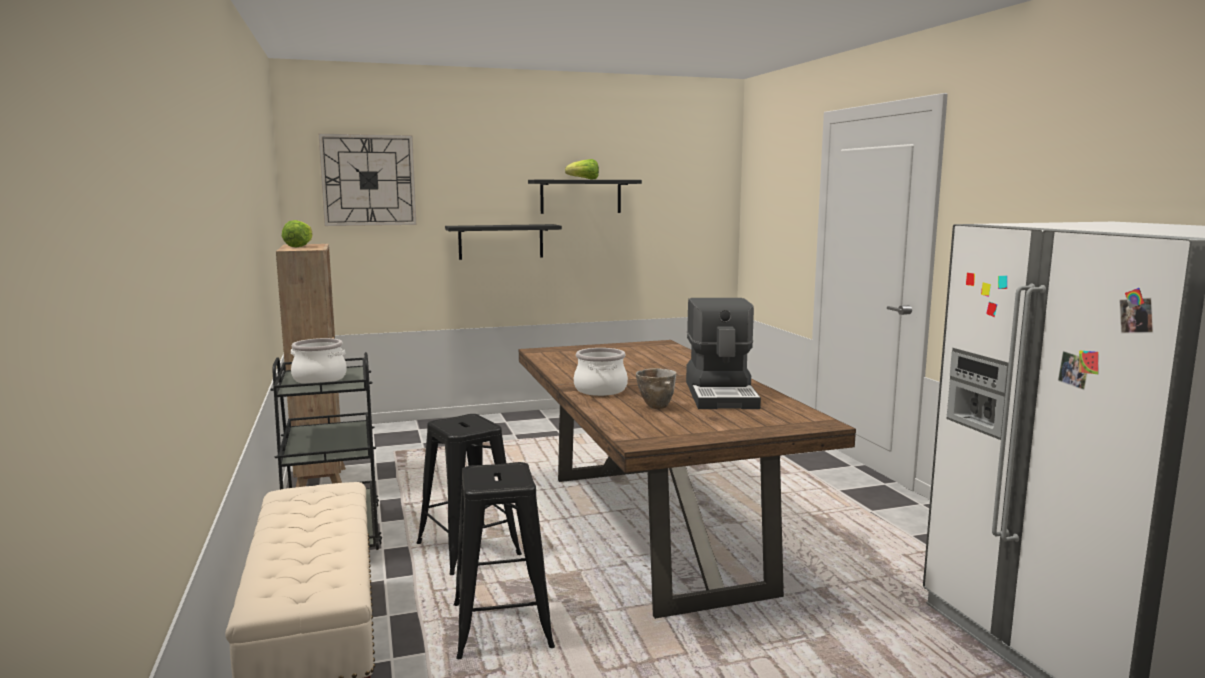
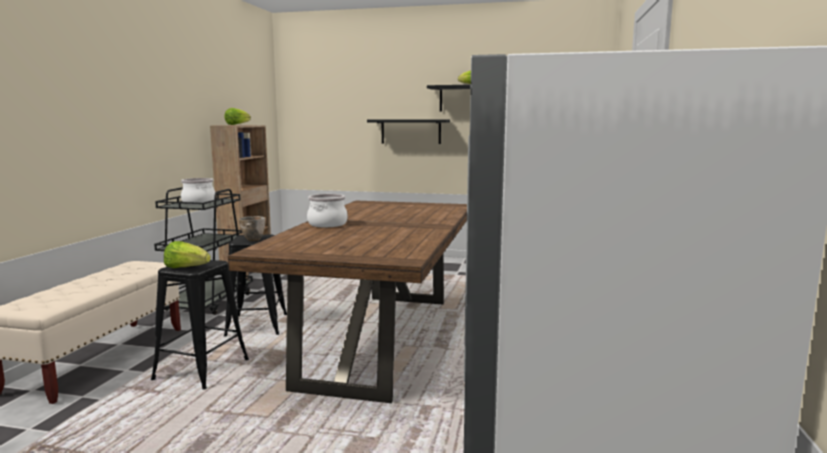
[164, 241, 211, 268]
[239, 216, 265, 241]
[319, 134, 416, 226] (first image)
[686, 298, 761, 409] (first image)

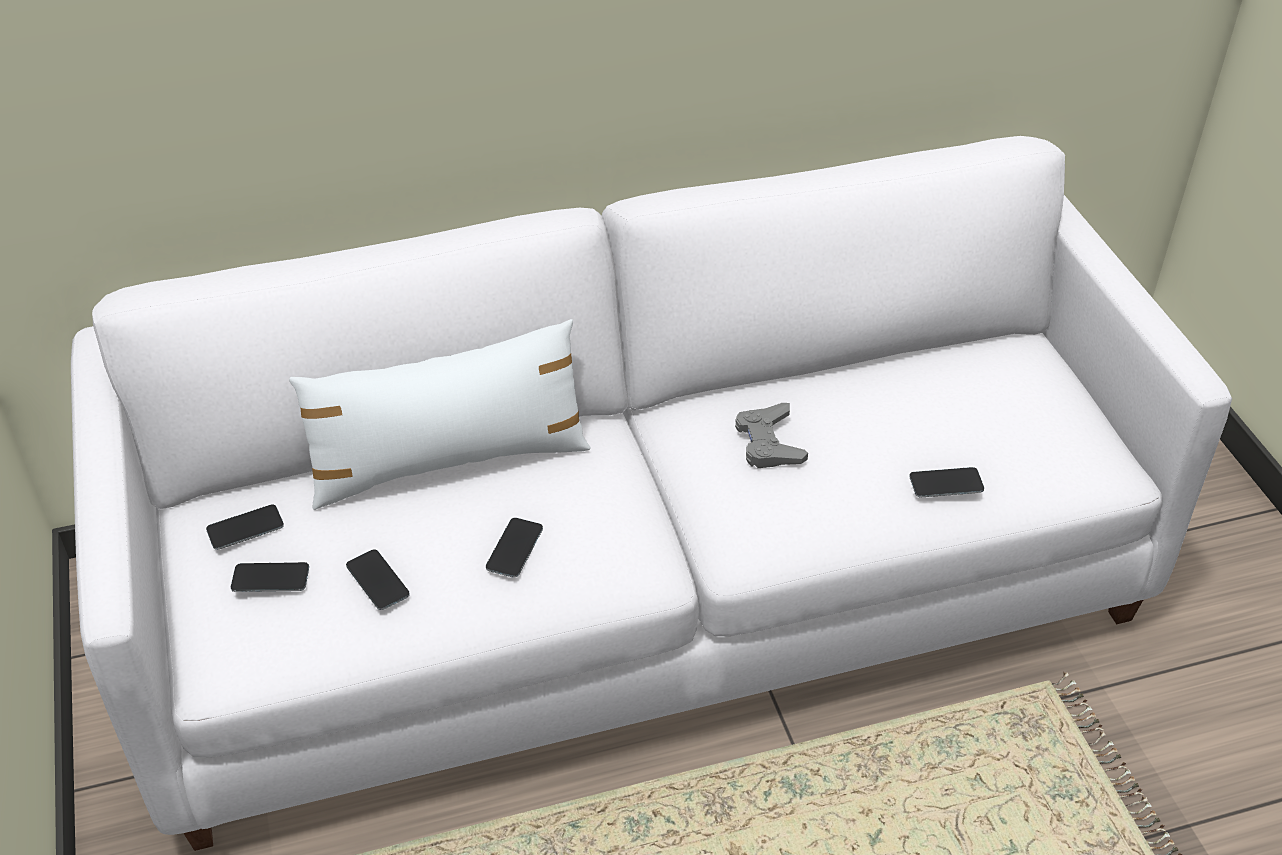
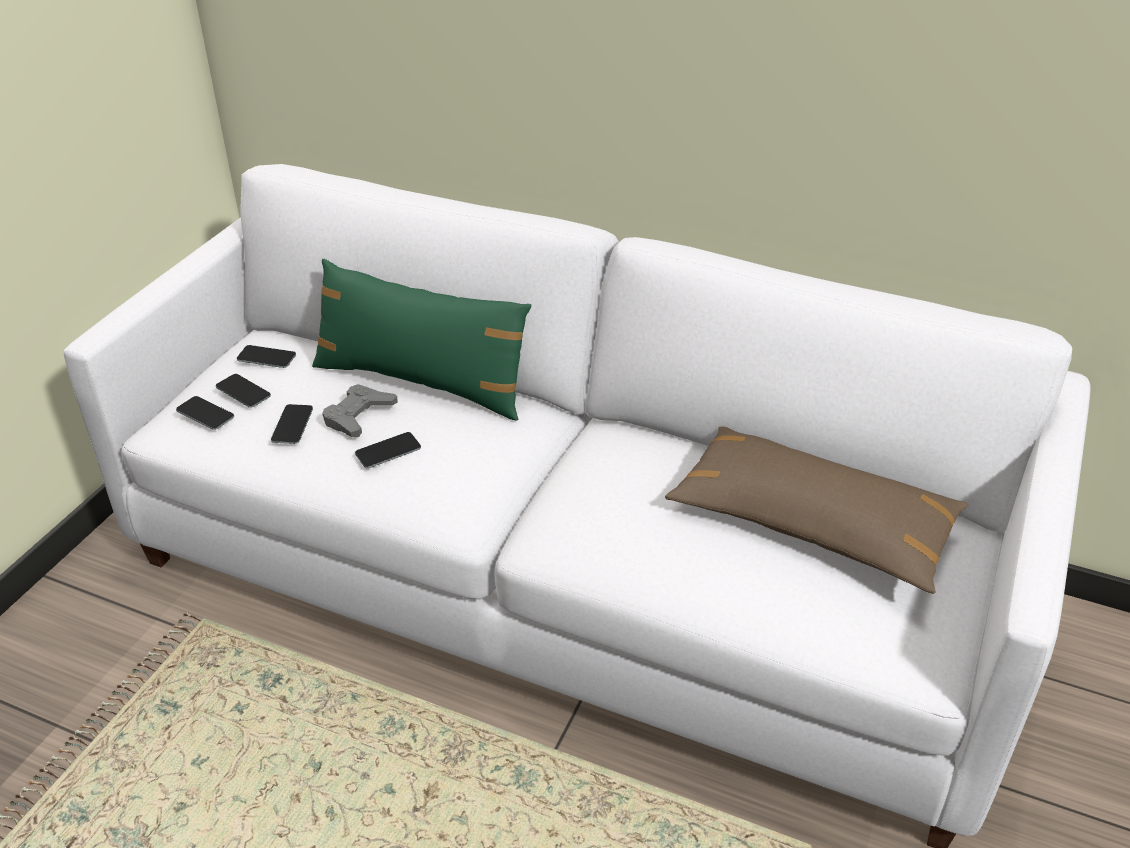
[176, 396, 234, 430]
[312, 259, 531, 421]
[322, 384, 398, 437]
[665, 426, 969, 594]

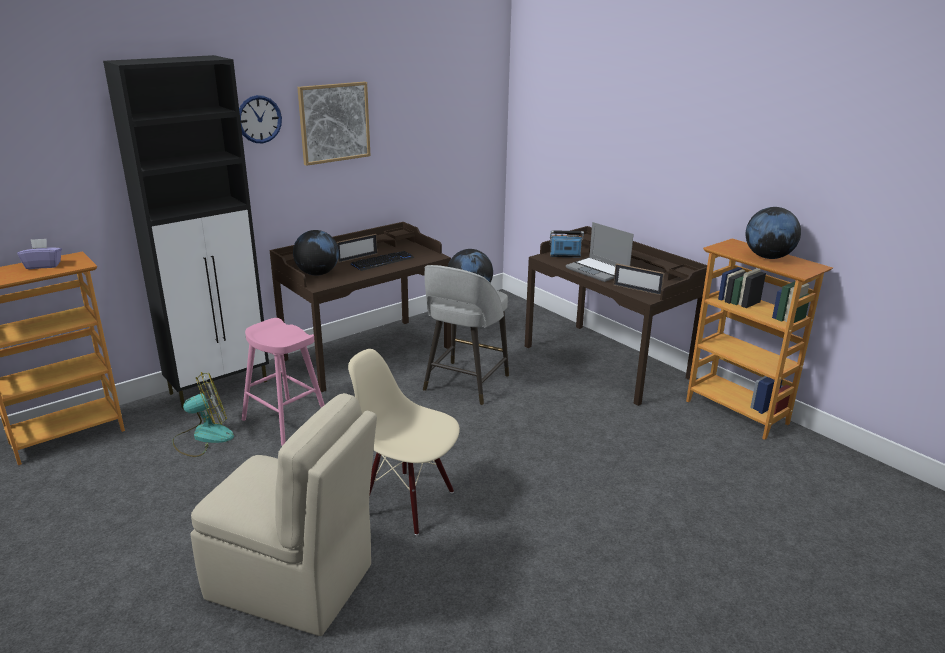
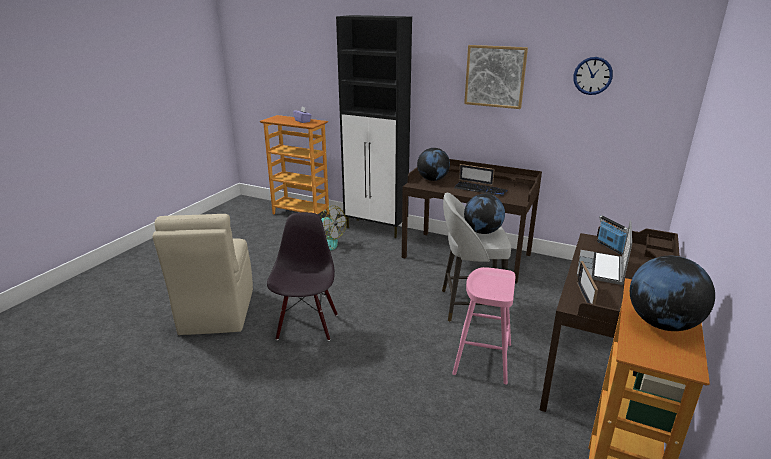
[267, 212, 338, 341]
[452, 267, 515, 385]
[573, 57, 613, 95]

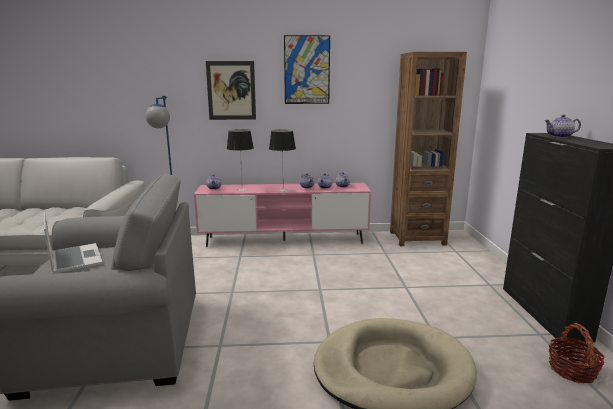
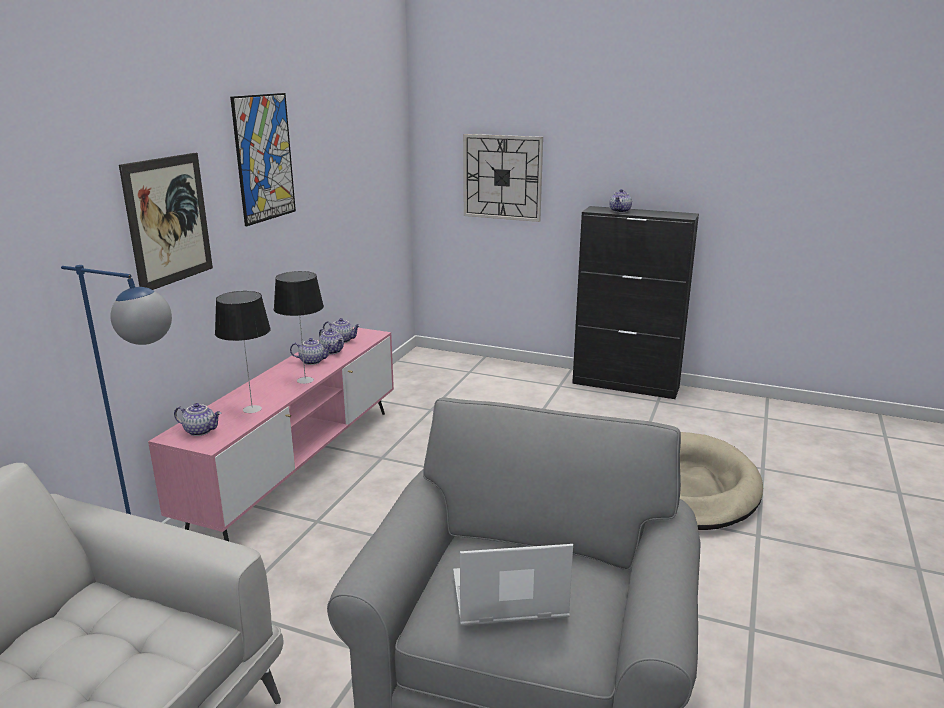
[463, 134, 543, 222]
[390, 52, 467, 246] (first image)
[549, 323, 605, 383] (first image)

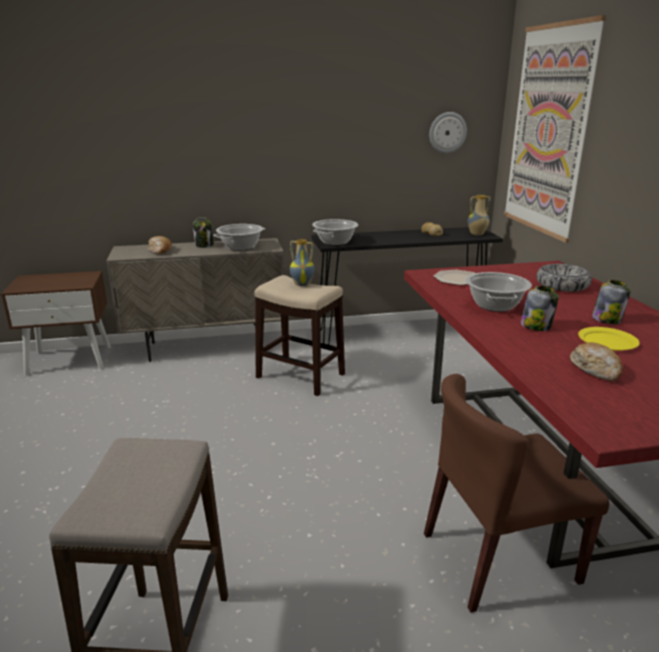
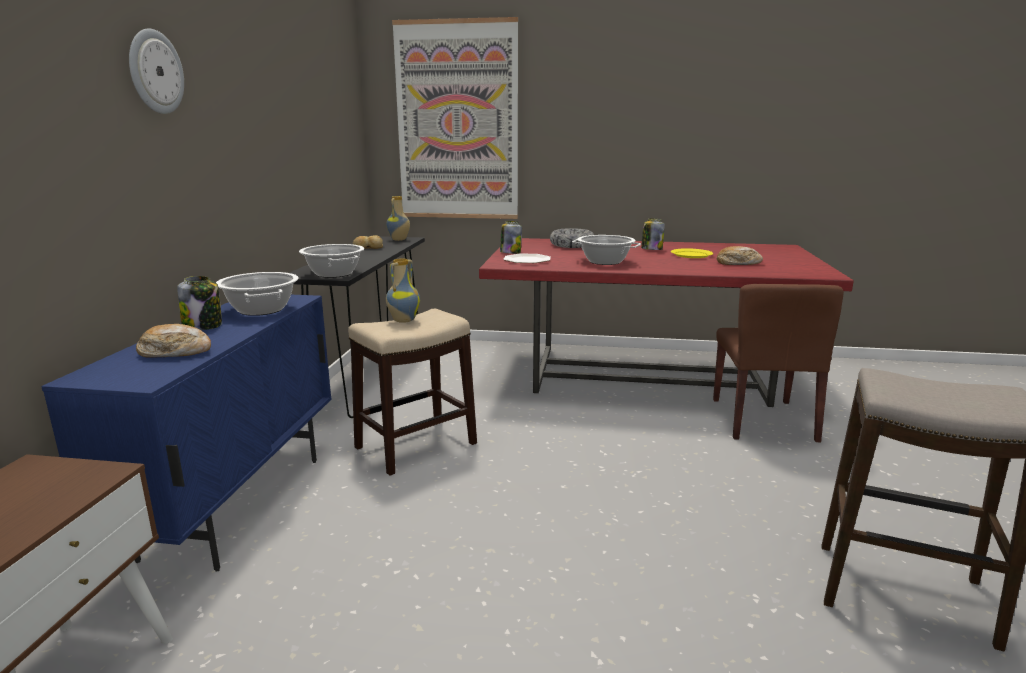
[41, 295, 331, 572]
[129, 28, 184, 114]
[500, 221, 522, 254]

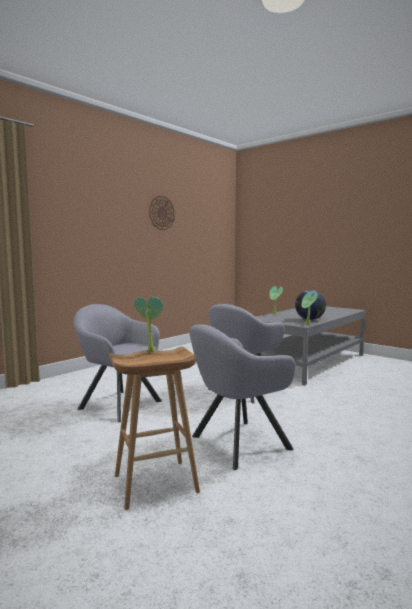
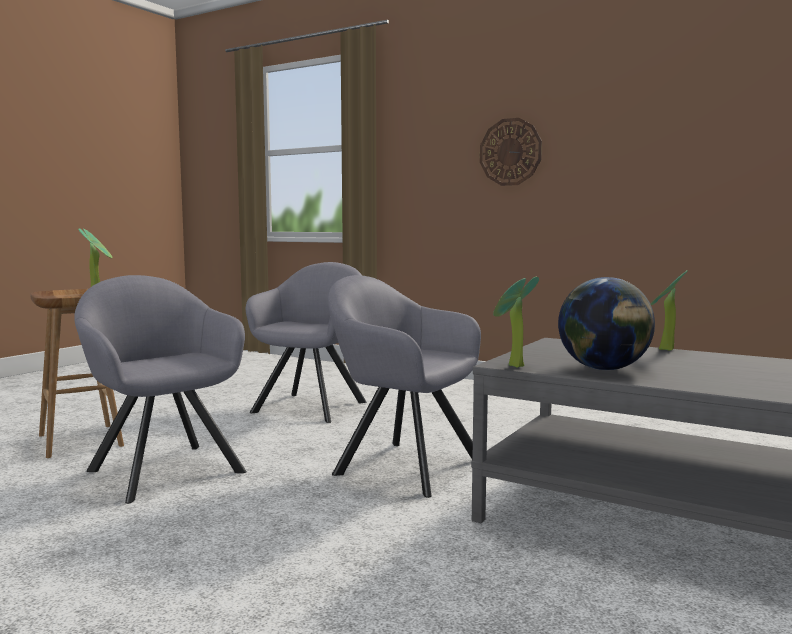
[480, 118, 542, 186]

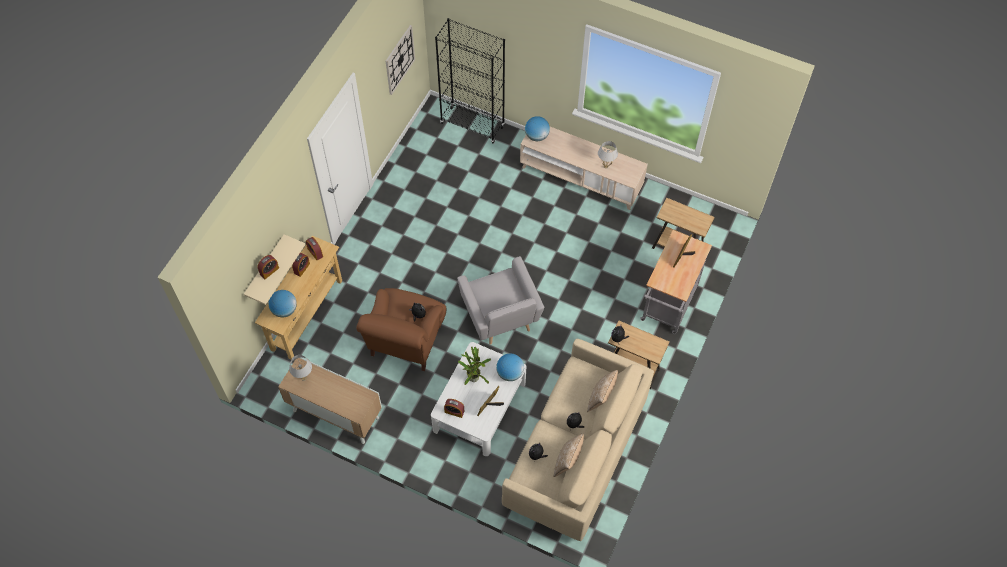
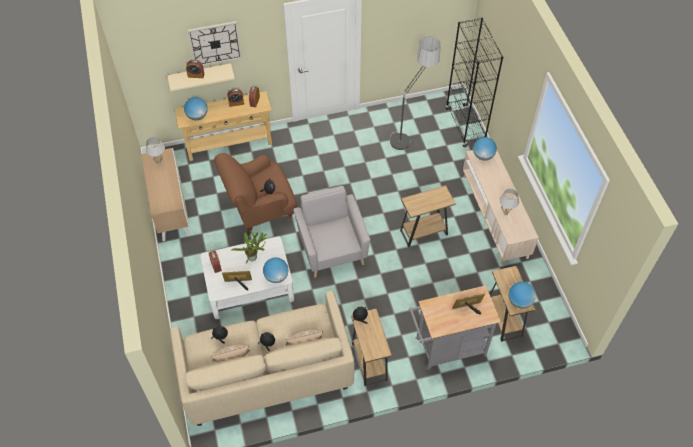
[187, 21, 242, 66]
[293, 186, 370, 278]
[390, 37, 441, 151]
[400, 185, 456, 247]
[508, 282, 536, 309]

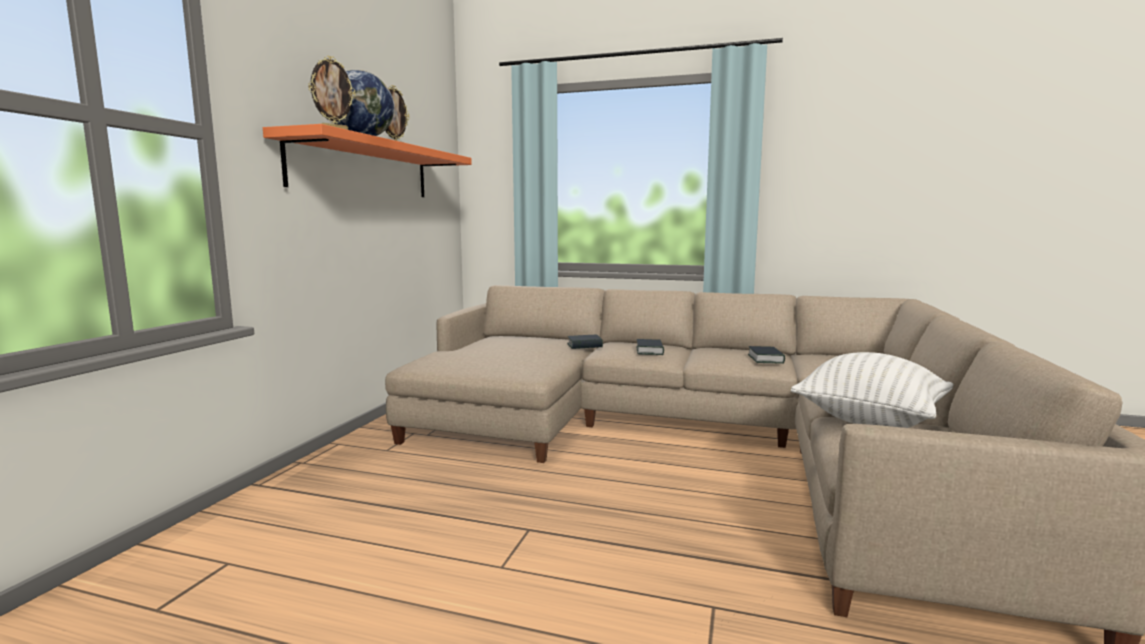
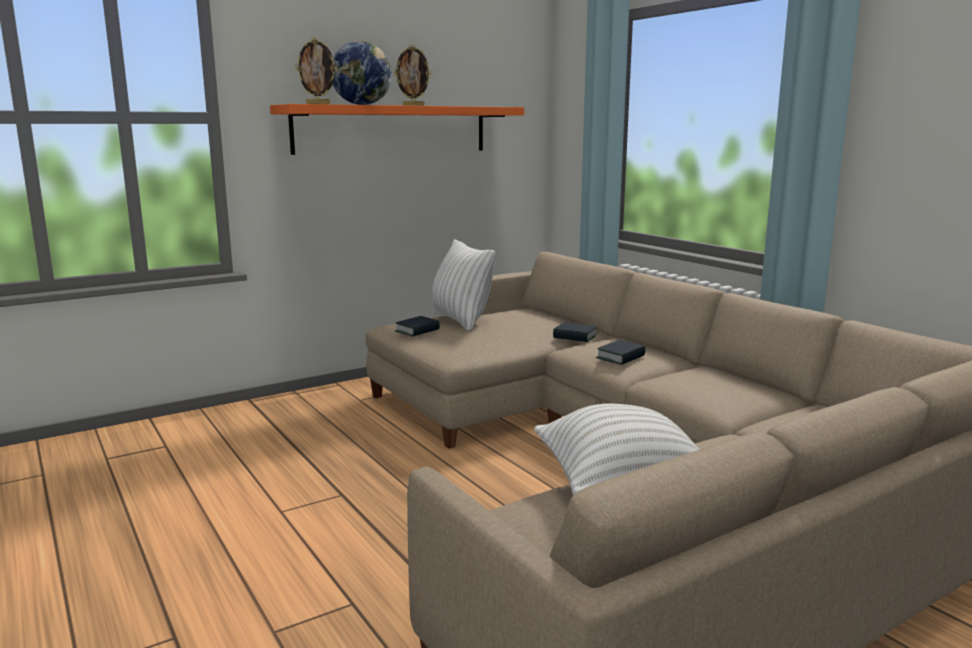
[395, 316, 440, 336]
[432, 239, 495, 331]

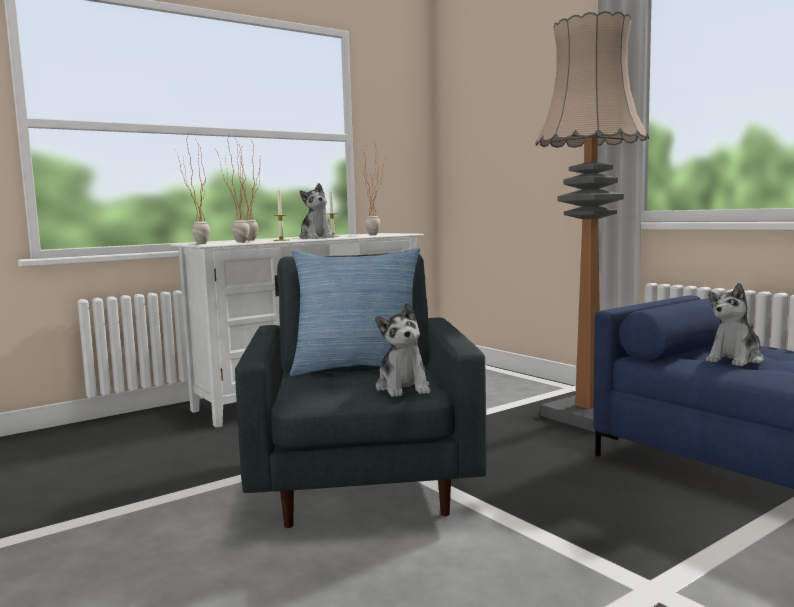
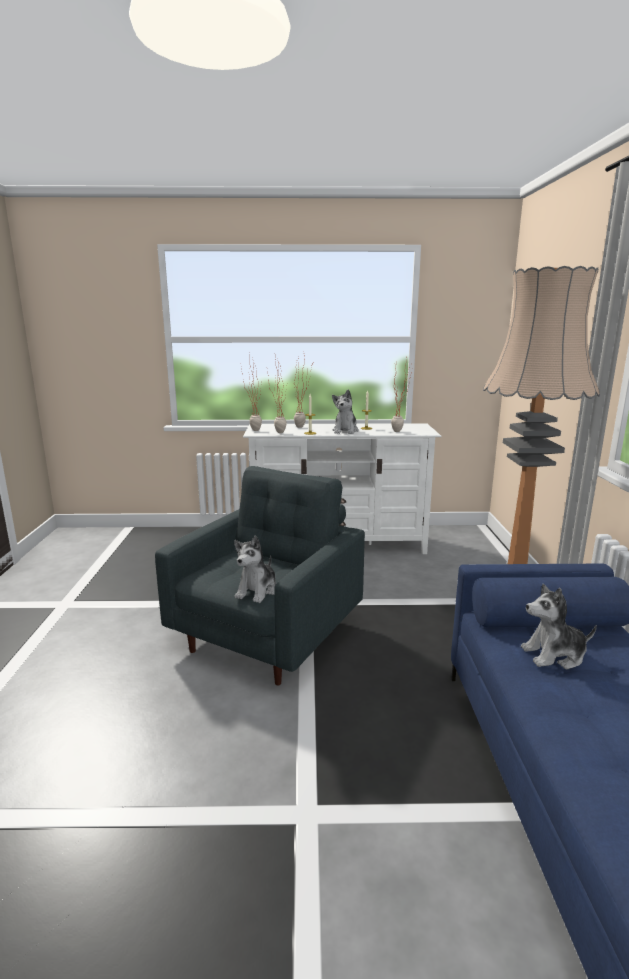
[290, 247, 426, 376] (first image)

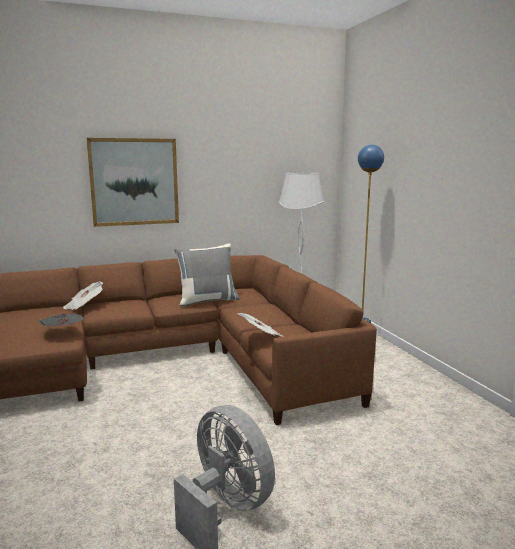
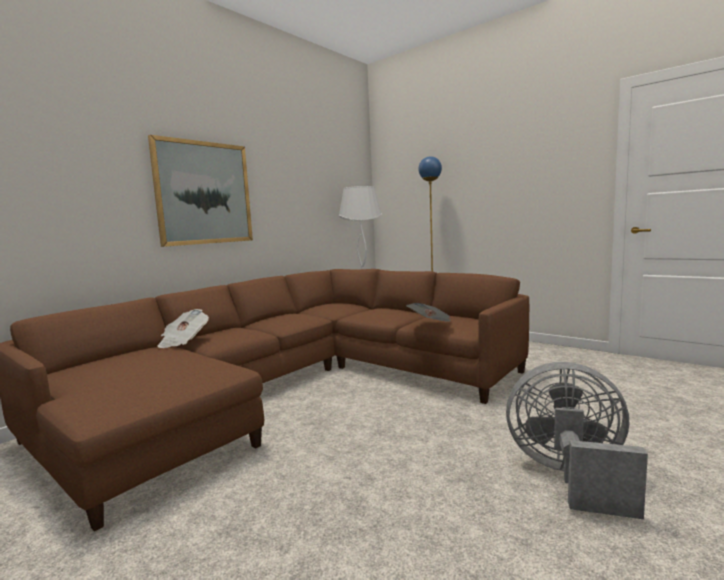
[38, 314, 85, 326] (first image)
[174, 243, 240, 307] (first image)

